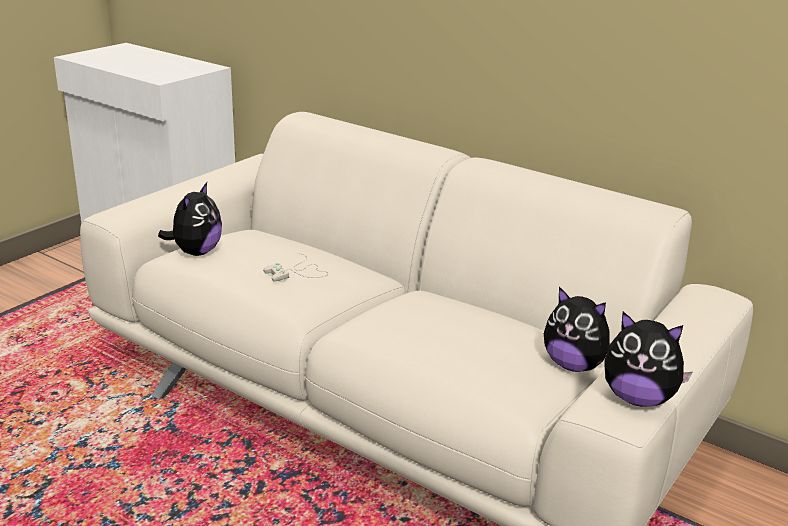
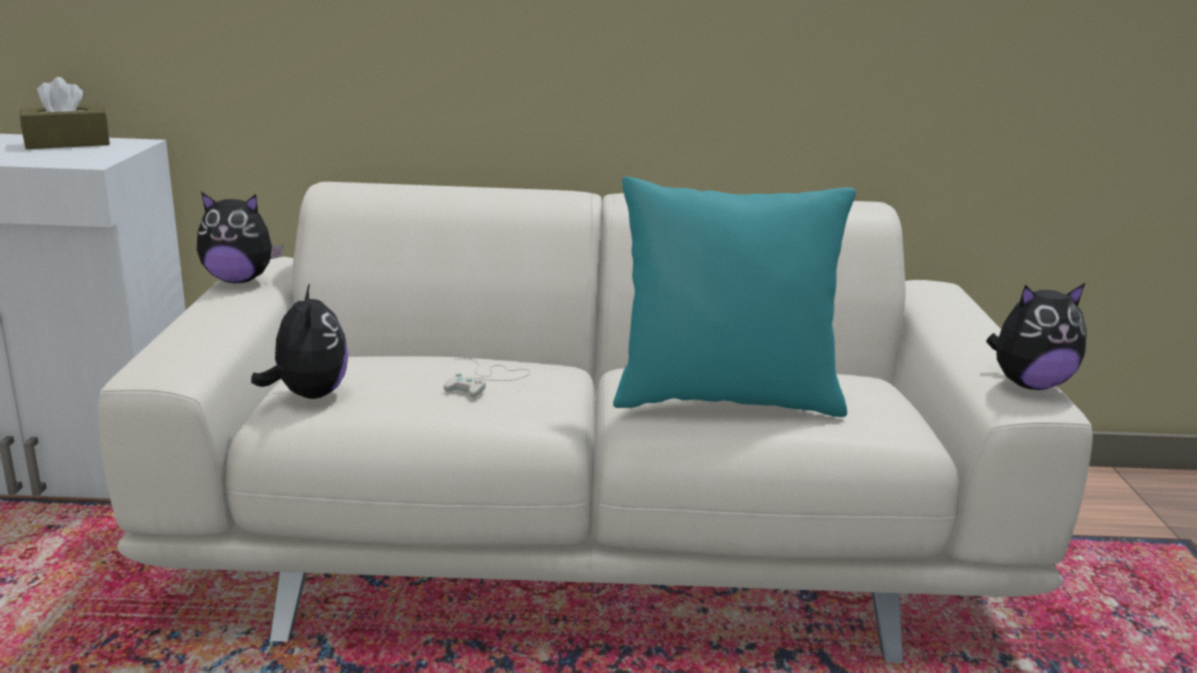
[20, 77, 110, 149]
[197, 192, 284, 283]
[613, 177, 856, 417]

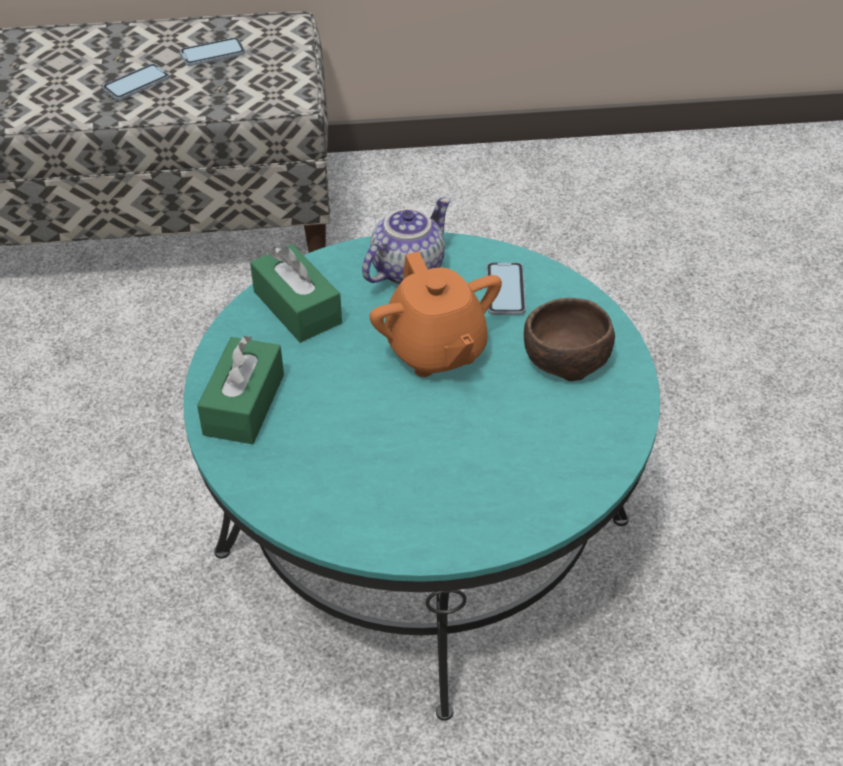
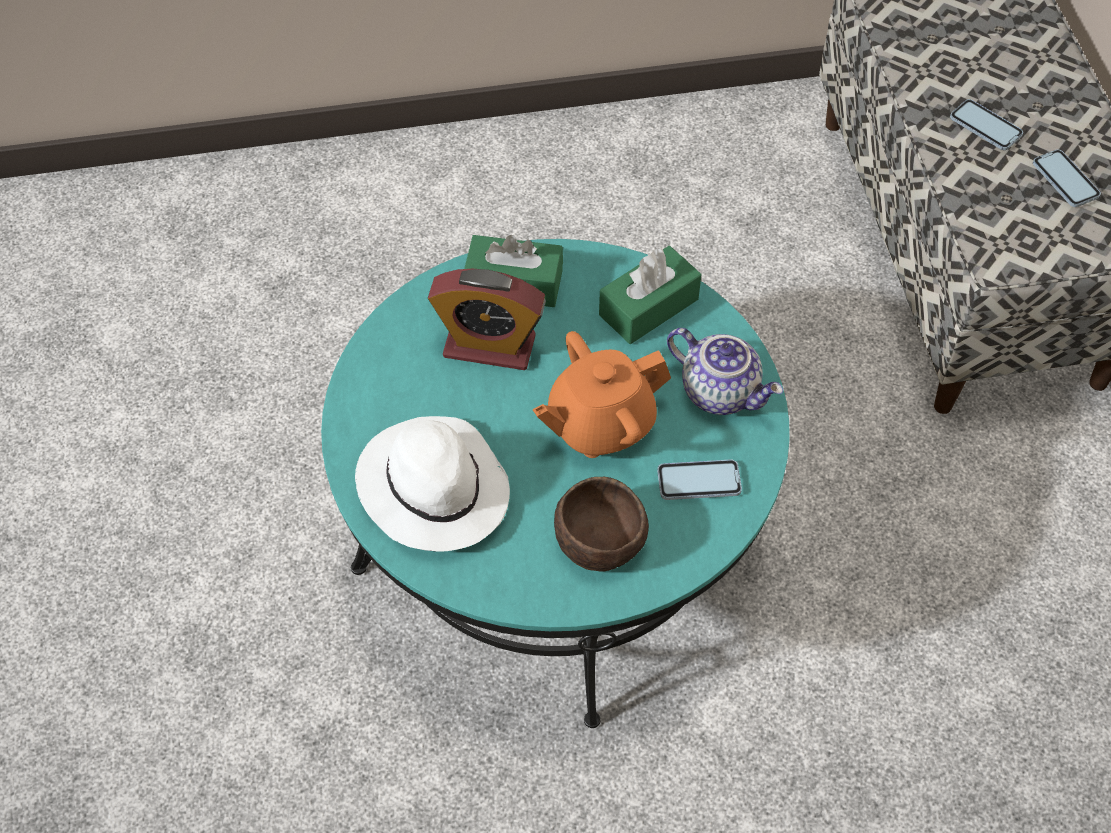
[355, 416, 510, 552]
[428, 269, 546, 370]

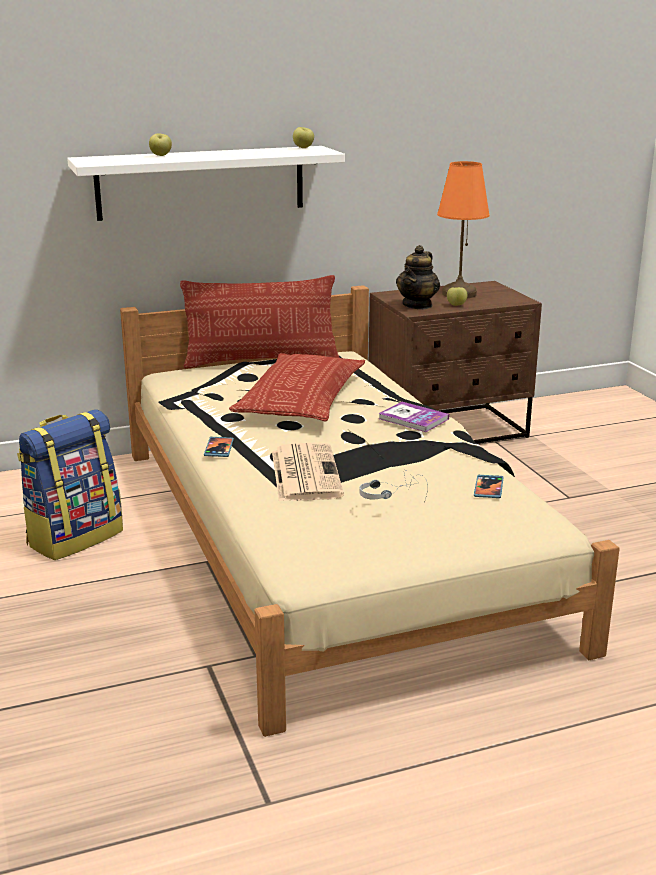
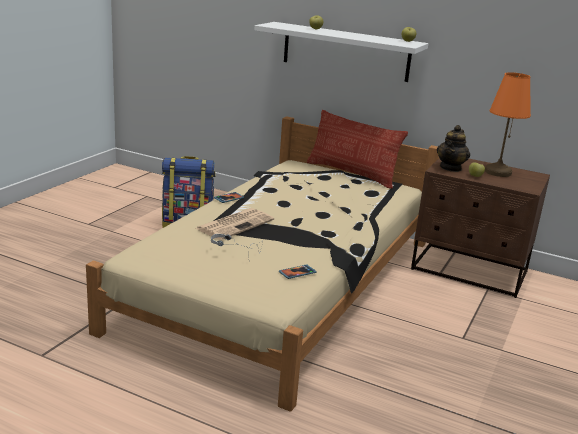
[437, 125, 470, 172]
[229, 353, 365, 421] (first image)
[378, 402, 449, 432] (first image)

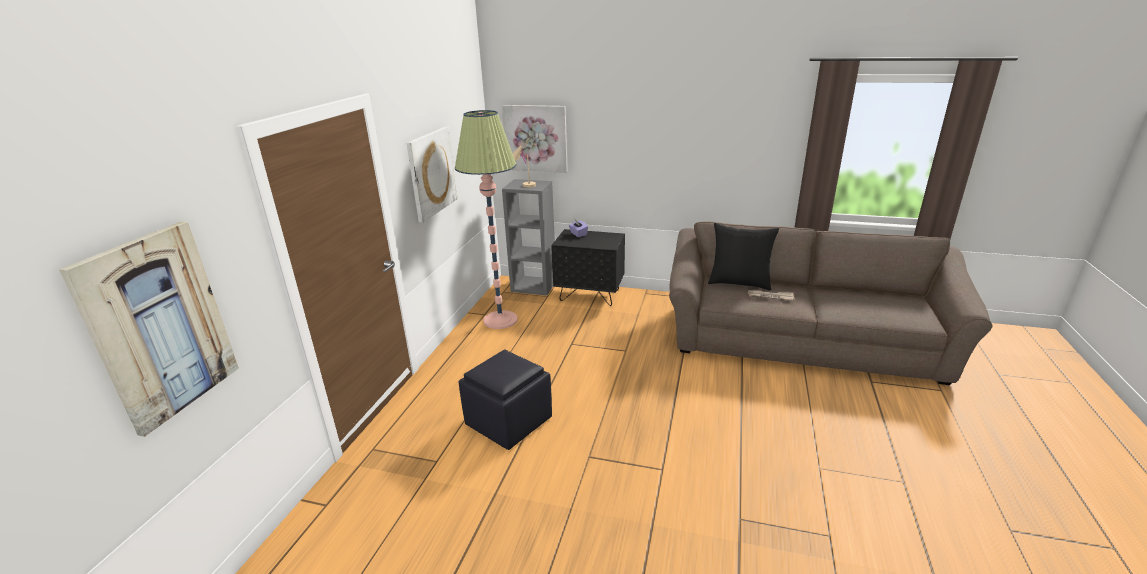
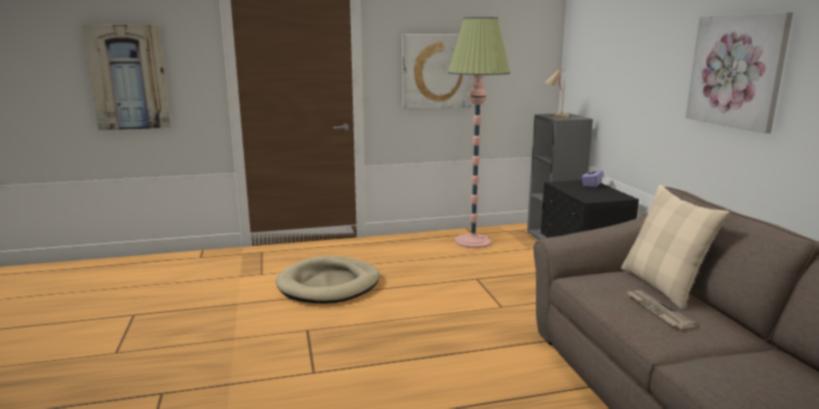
[276, 255, 380, 303]
[621, 185, 730, 310]
[686, 12, 793, 133]

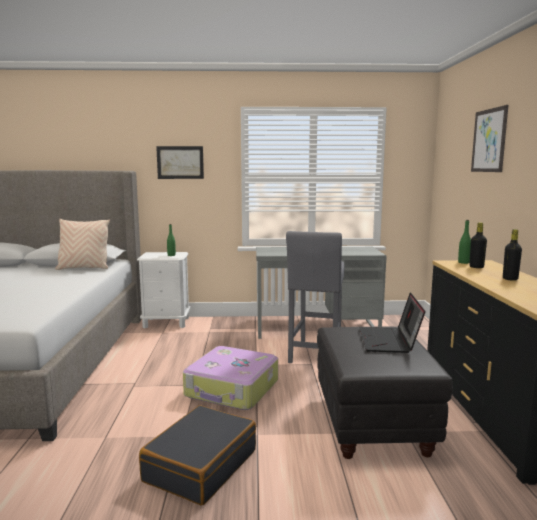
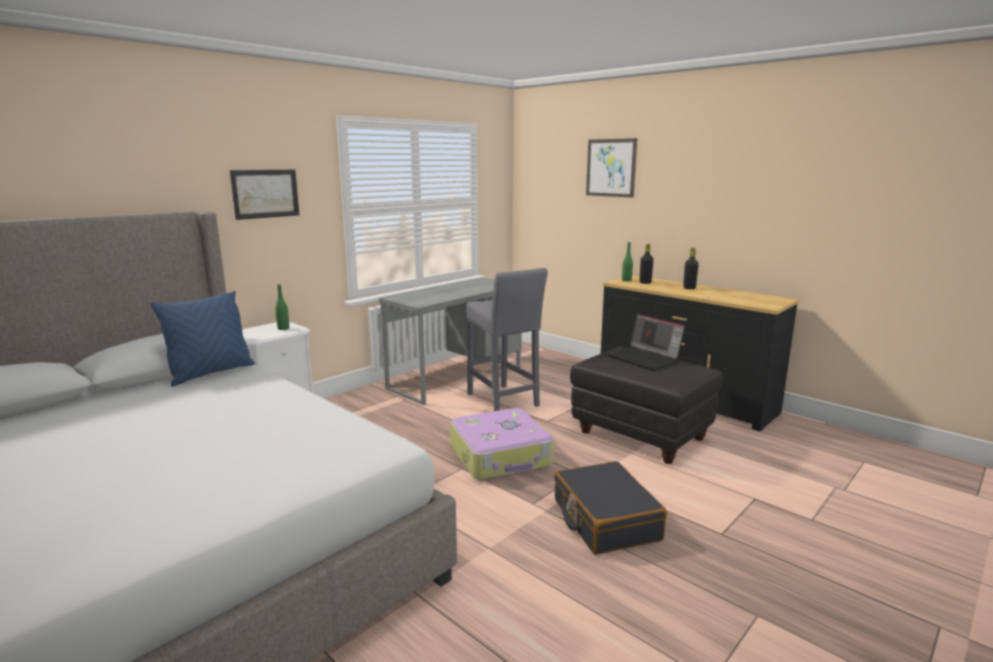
[151, 290, 255, 387]

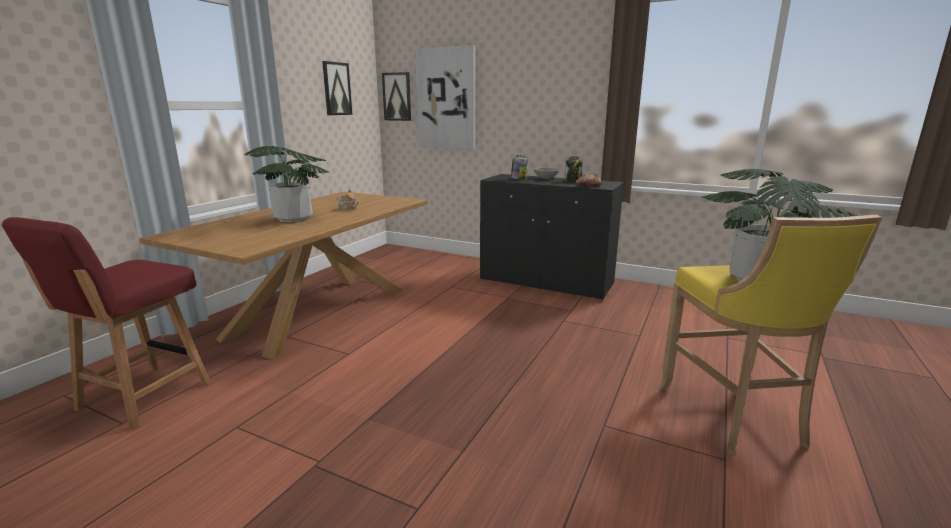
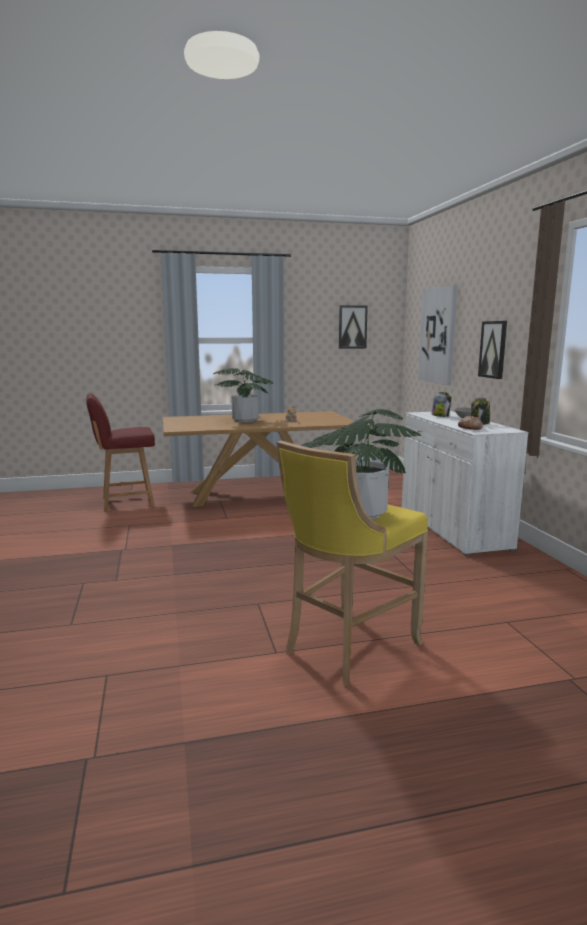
[402, 411, 528, 556]
[478, 321, 507, 379]

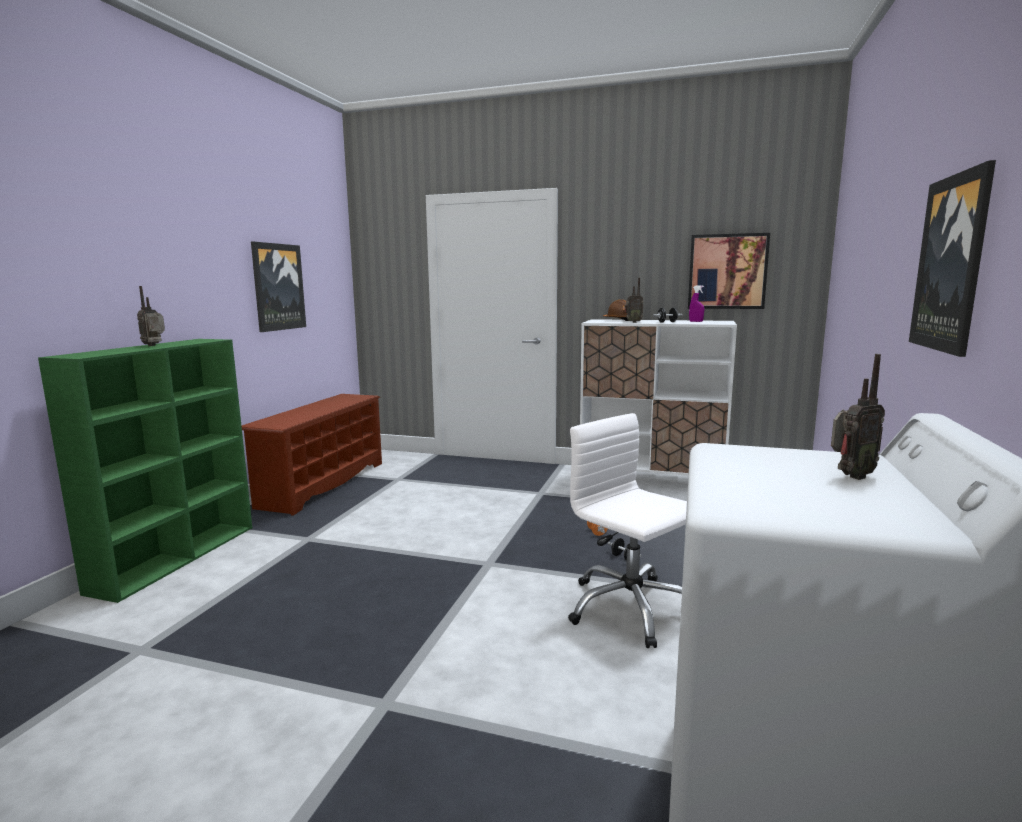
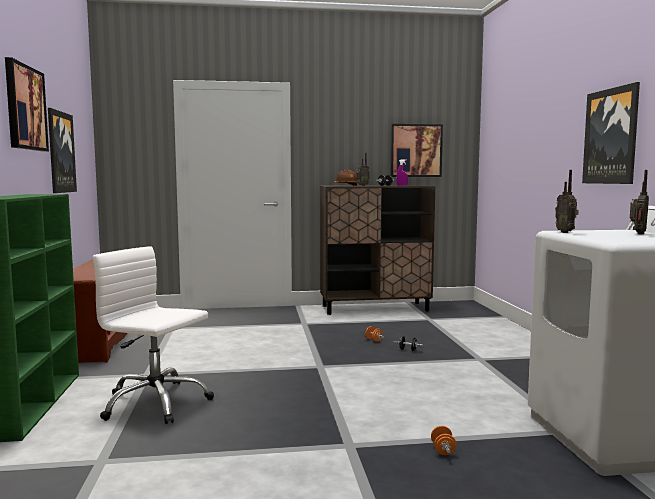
[5, 57, 49, 152]
[93, 246, 214, 424]
[320, 186, 436, 315]
[431, 426, 456, 455]
[555, 170, 579, 233]

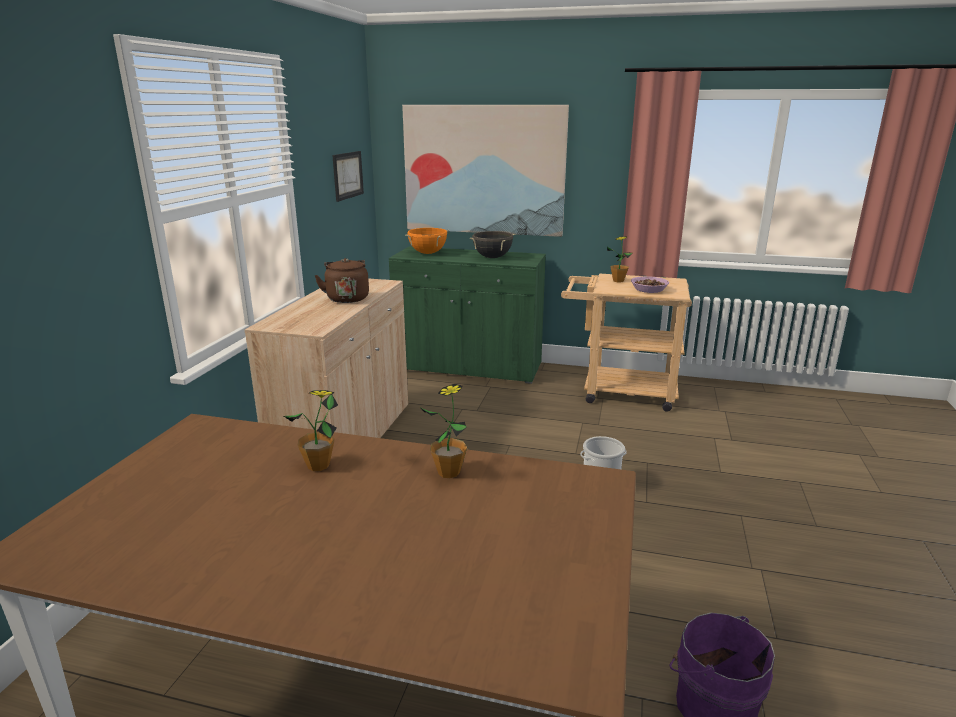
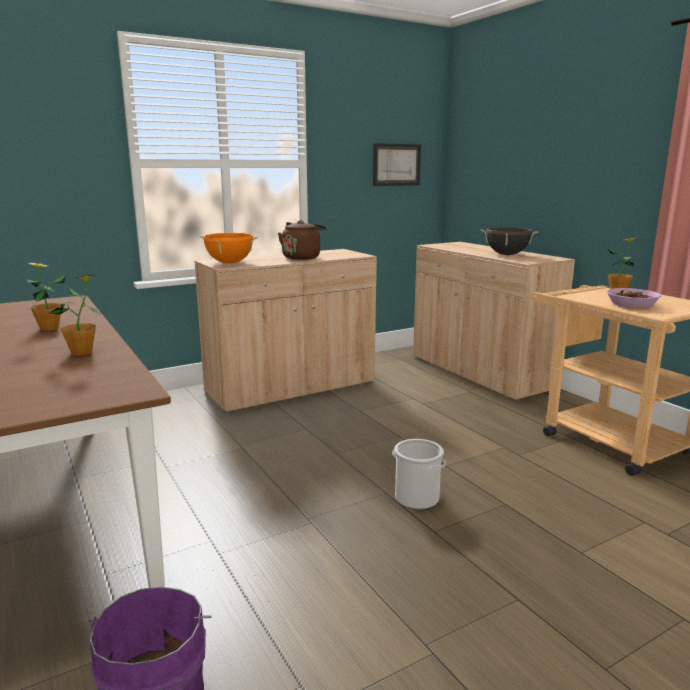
[199, 233, 258, 264]
[413, 242, 575, 402]
[402, 105, 569, 237] (first image)

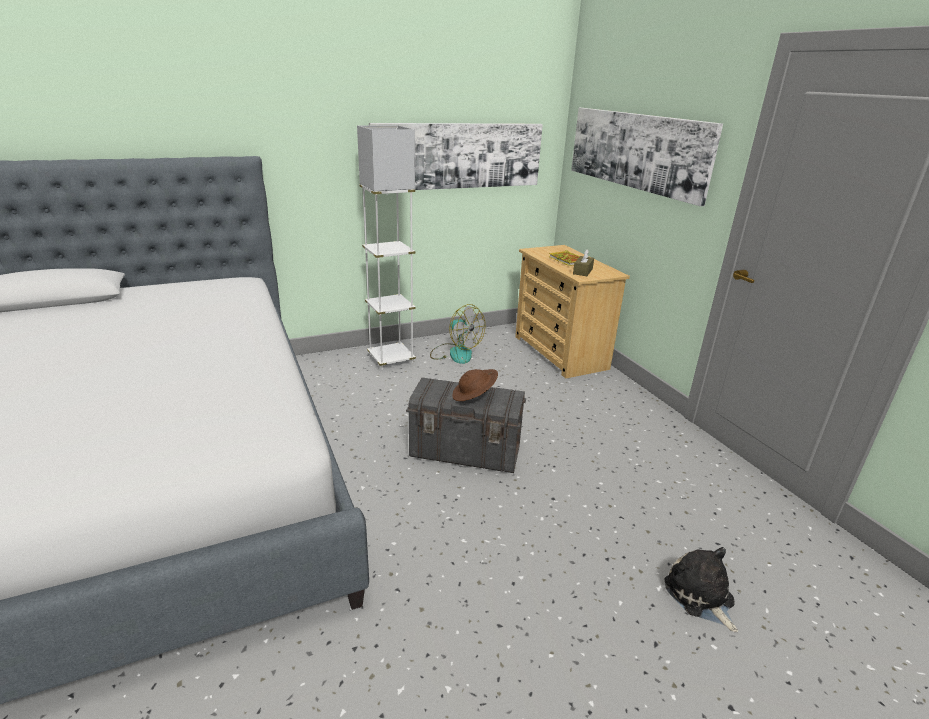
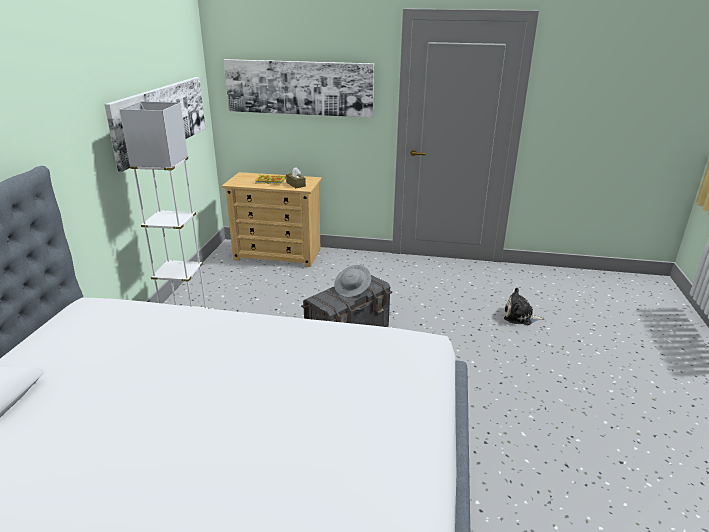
[334, 265, 371, 297]
[430, 304, 485, 364] (first image)

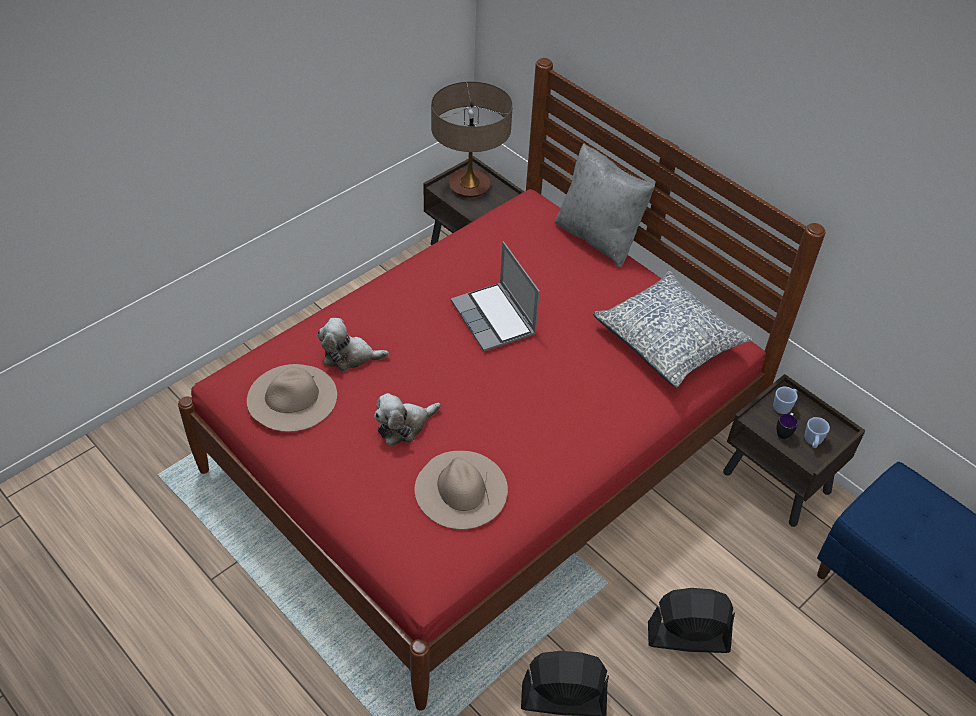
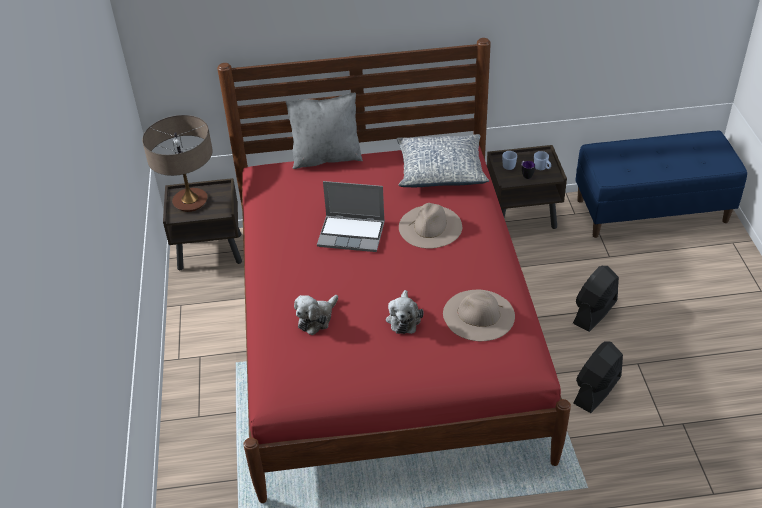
[399, 203, 462, 249]

